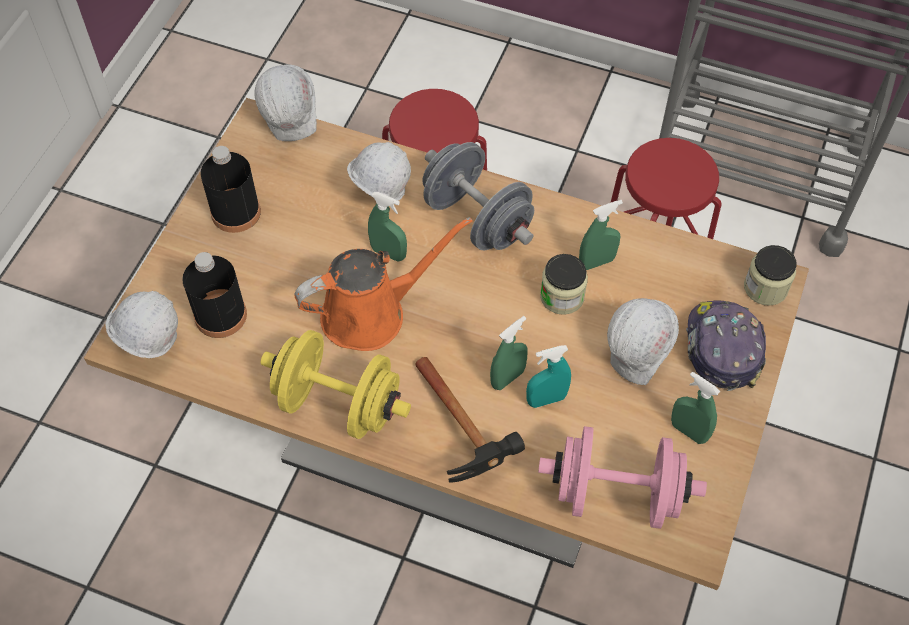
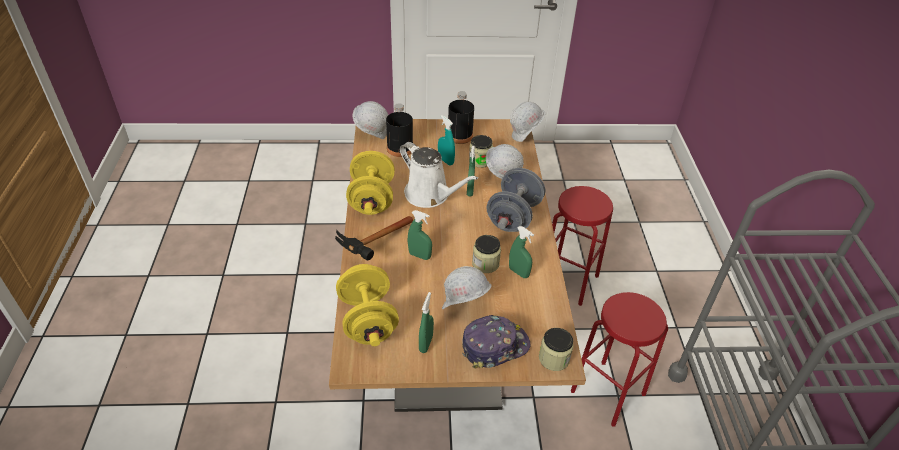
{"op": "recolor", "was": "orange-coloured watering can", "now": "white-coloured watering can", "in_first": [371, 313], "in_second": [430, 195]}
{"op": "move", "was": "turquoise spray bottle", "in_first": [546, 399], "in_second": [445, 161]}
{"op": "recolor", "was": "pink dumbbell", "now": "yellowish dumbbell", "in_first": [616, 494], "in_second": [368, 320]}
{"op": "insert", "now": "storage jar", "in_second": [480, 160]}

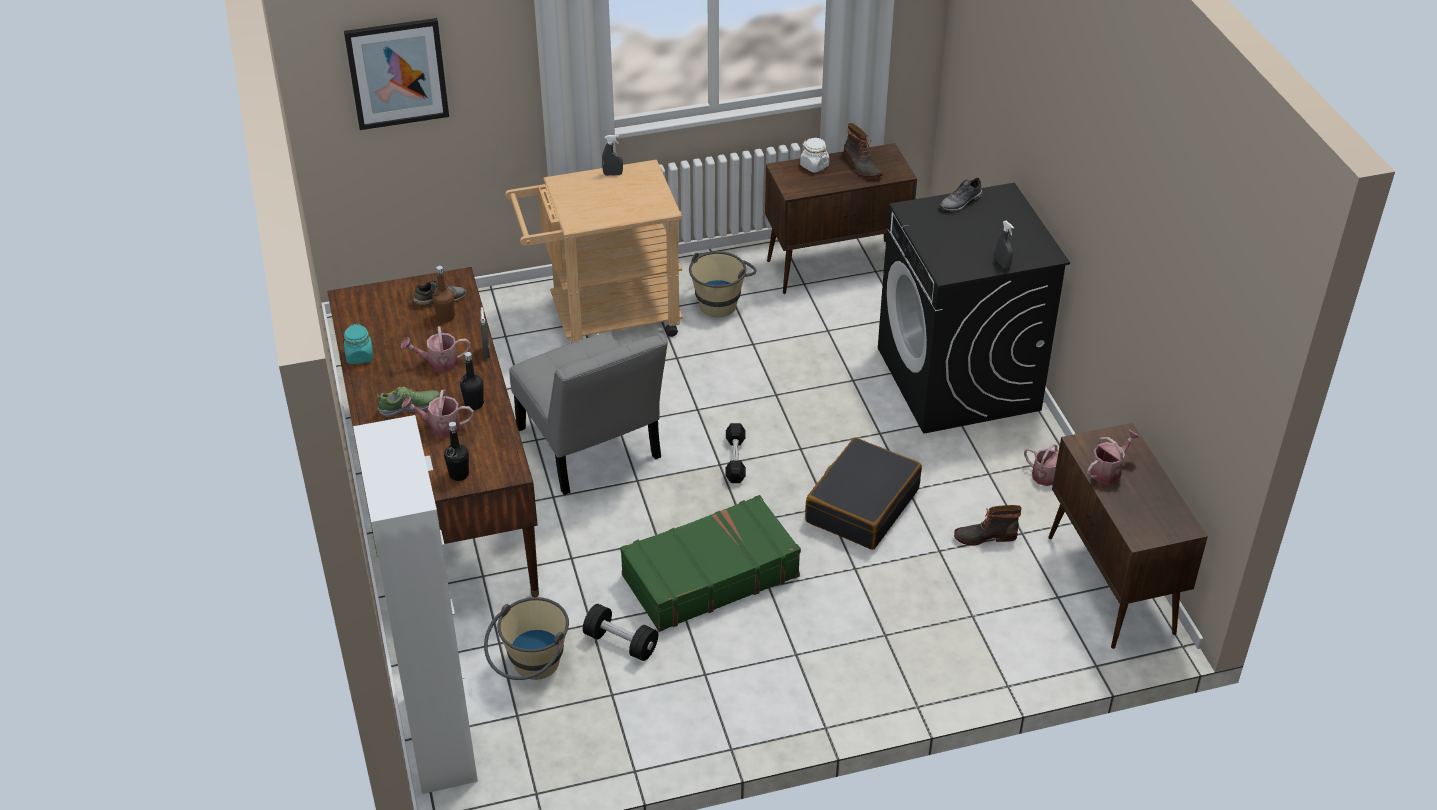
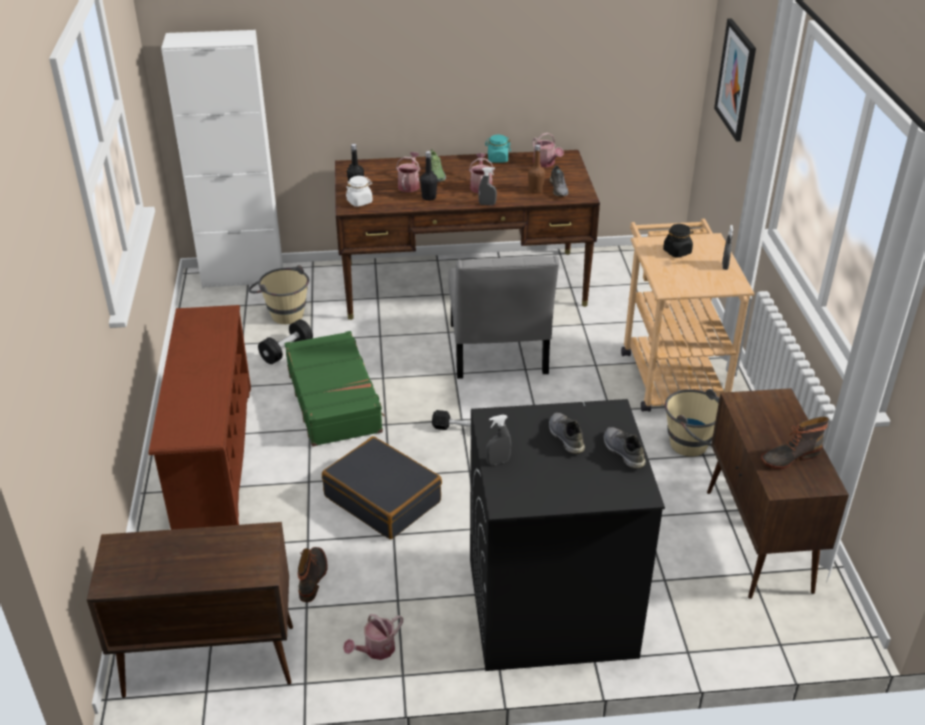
{"op": "move", "was": "white-coloured storage jar", "in_first": [814, 166], "in_second": [359, 202]}
{"op": "rotate", "was": "grey chair", "in_first": [591, 449], "in_second": [498, 353], "clockwise": -75}
{"op": "move", "was": "watering can", "in_first": [1108, 470], "in_second": [545, 164]}
{"op": "insert", "now": "black storage jar", "in_second": [677, 251]}
{"op": "insert", "now": "brown-coloured shoe stand", "in_second": [212, 454]}
{"op": "insert", "now": "grey low shoe", "in_second": [565, 437]}

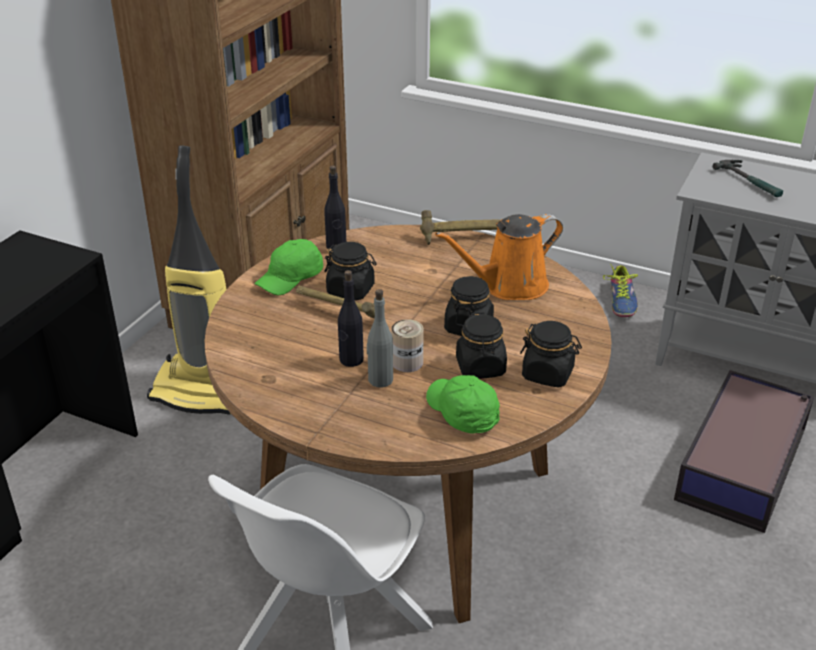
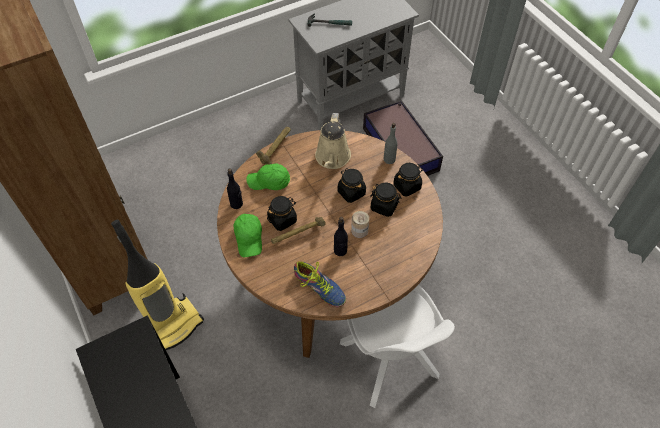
{"op": "recolor", "was": "orange-coloured watering can", "now": "sand-coloured watering can", "in_first": [509, 286], "in_second": [332, 158]}
{"op": "move", "was": "low shoe", "in_first": [622, 301], "in_second": [319, 287]}
{"op": "move", "was": "grey bottle", "in_first": [380, 380], "in_second": [389, 159]}
{"op": "move", "was": "greenish peaked cap", "in_first": [462, 413], "in_second": [269, 182]}

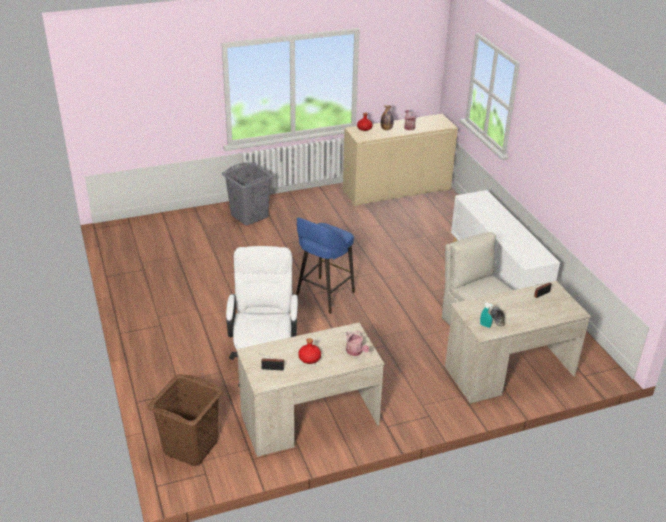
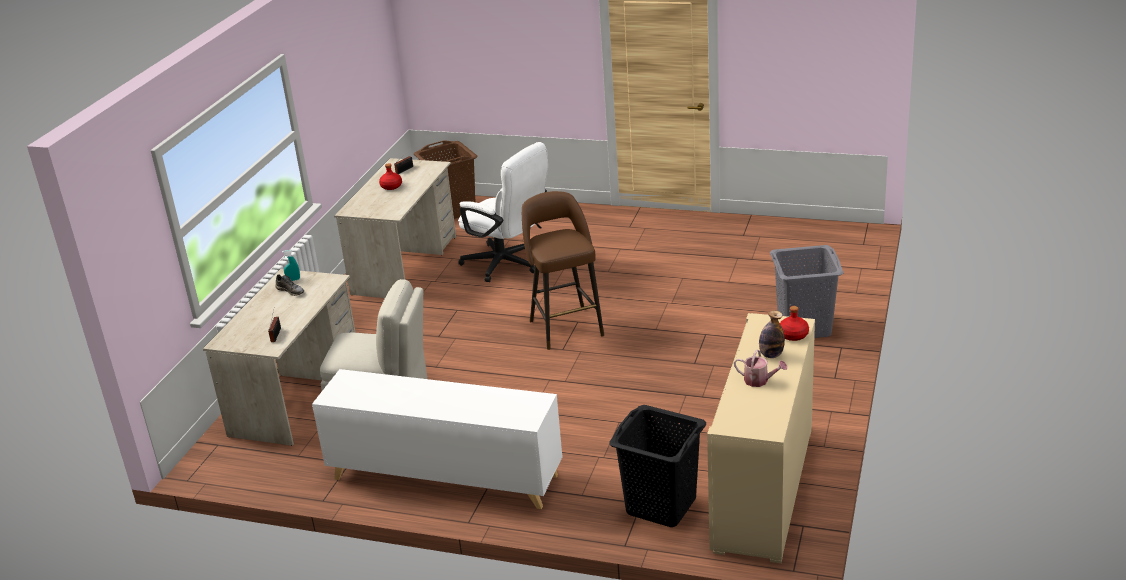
{"op": "recolor", "was": "blue-coloured stool seat", "now": "brown-coloured stool seat", "in_first": [323, 296], "in_second": [565, 327]}
{"op": "delete", "was": "watering can", "in_first": [355, 352]}
{"op": "insert", "now": "black hamper", "in_second": [661, 505]}

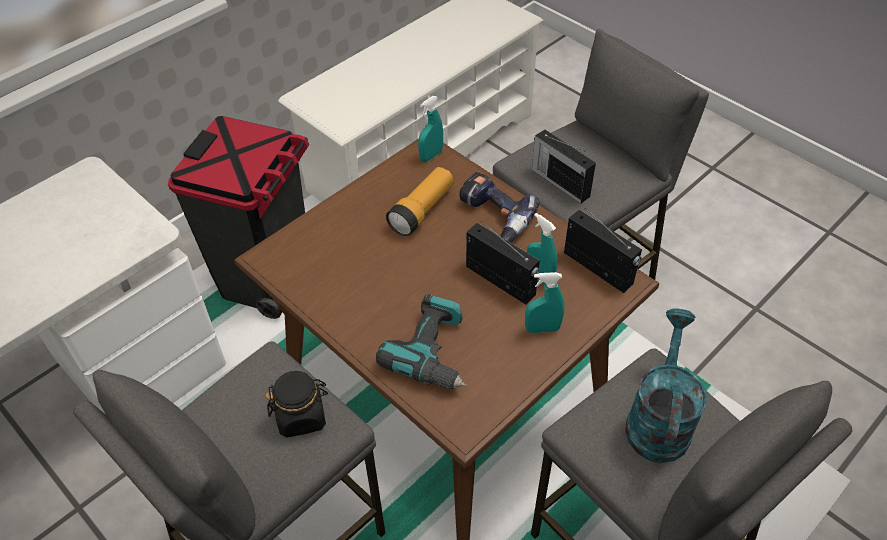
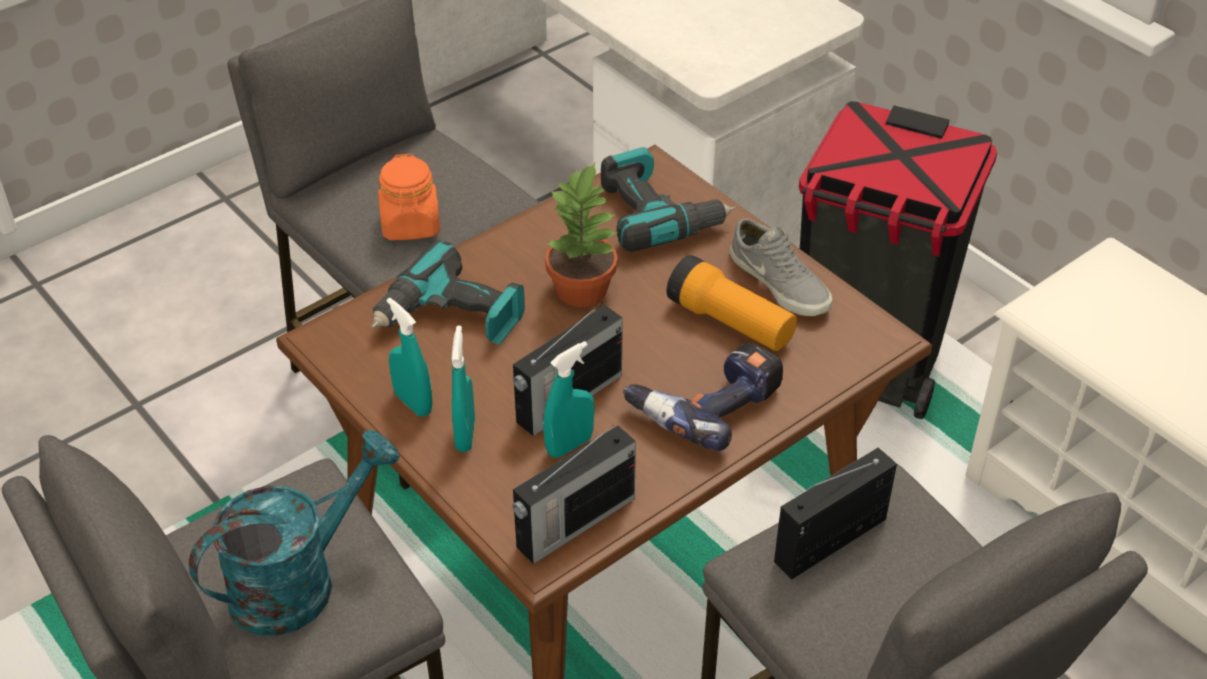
{"op": "move", "was": "turquoise spray bottle", "in_first": [431, 156], "in_second": [413, 403]}
{"op": "rotate", "was": "turquoise watering can", "in_first": [658, 419], "in_second": [299, 580], "clockwise": -60}
{"op": "recolor", "was": "black storage jar", "now": "orange-coloured storage jar", "in_first": [301, 416], "in_second": [411, 224]}
{"op": "insert", "now": "electric drill", "in_second": [658, 214]}
{"op": "insert", "now": "houseplant", "in_second": [583, 290]}
{"op": "insert", "now": "grey low shoe", "in_second": [781, 282]}

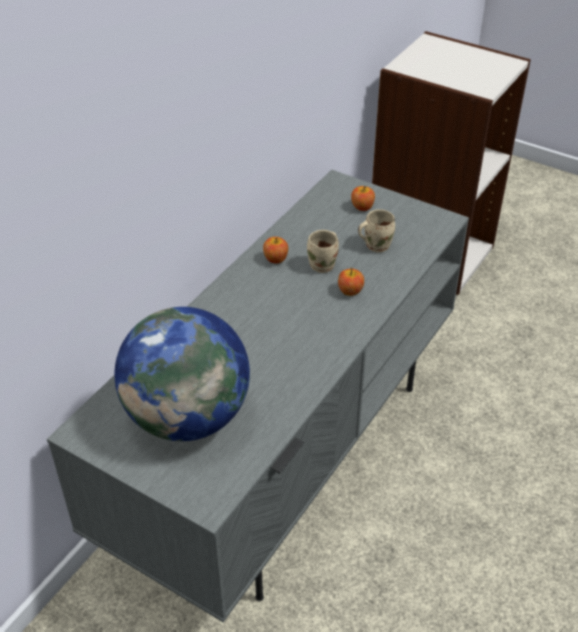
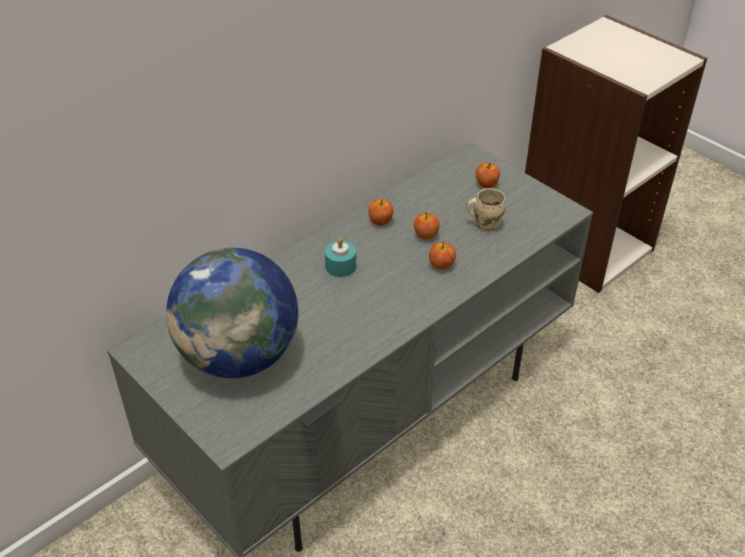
{"op": "replace", "was": "sand-coloured coffee mug", "now": "apple", "in_first": [324, 265], "in_second": [426, 235]}
{"op": "insert", "now": "turquoise wax light", "in_second": [340, 266]}

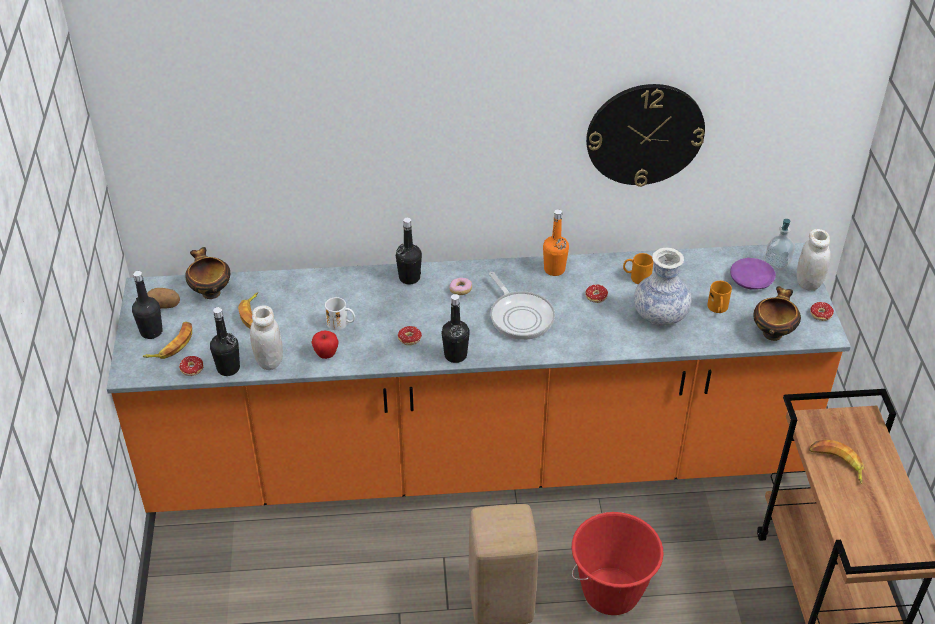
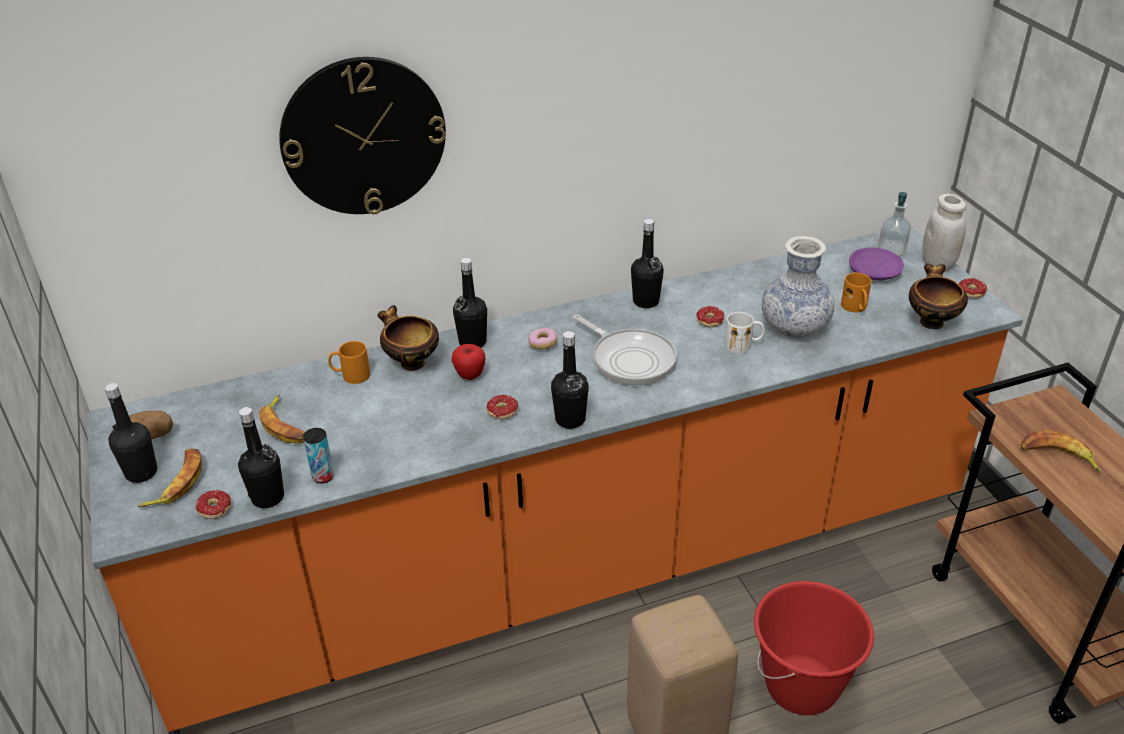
{"op": "move", "was": "clock on the wall", "in_first": [645, 134], "in_second": [363, 137]}
{"op": "recolor", "was": "orange-coloured bottle", "now": "black bottle", "in_first": [554, 269], "in_second": [646, 301]}
{"op": "move", "was": "bowl", "in_first": [210, 292], "in_second": [410, 362]}
{"op": "move", "was": "orange-coloured coffee mug", "in_first": [636, 277], "in_second": [350, 375]}
{"op": "move", "was": "white-coloured coffee mug", "in_first": [341, 323], "in_second": [743, 345]}
{"op": "replace", "was": "white-coloured storage jar", "now": "metal can", "in_first": [269, 361], "in_second": [323, 476]}
{"op": "move", "was": "apple", "in_first": [326, 354], "in_second": [470, 375]}

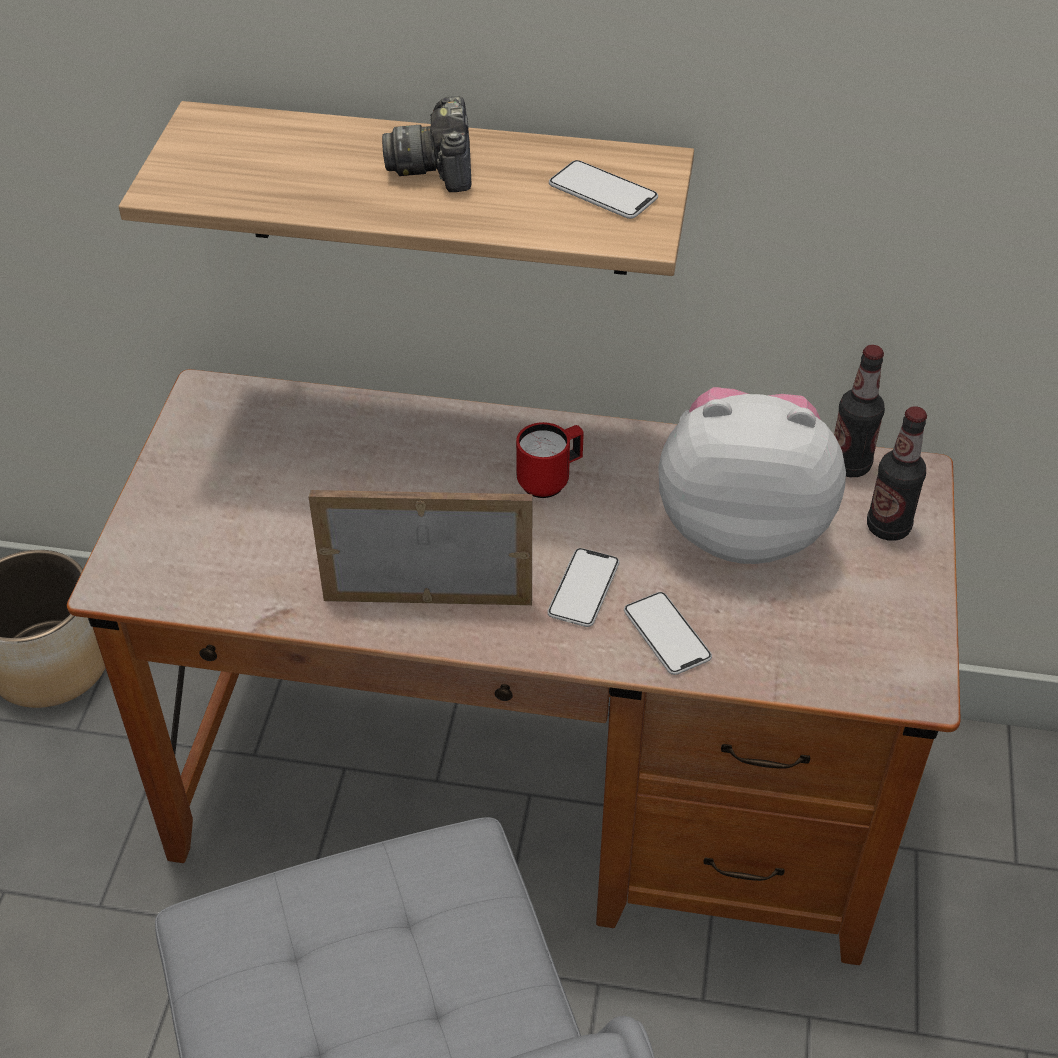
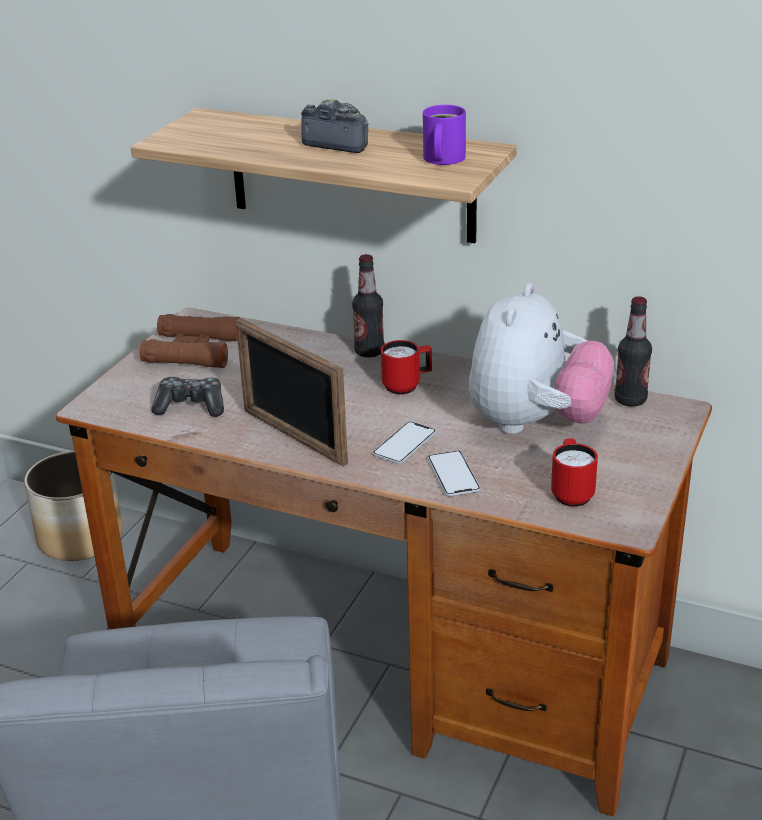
{"op": "rotate", "was": "photo camera", "in_first": [437, 167], "in_second": [339, 142], "clockwise": 105}
{"op": "replace", "was": "handset", "now": "purple-coloured coffee mug", "in_first": [603, 192], "in_second": [441, 159]}
{"op": "rotate", "was": "soft toy", "in_first": [742, 526], "in_second": [535, 424], "clockwise": 90}
{"op": "move", "was": "bottle", "in_first": [888, 527], "in_second": [369, 352]}
{"op": "rotate", "was": "photo frame", "in_first": [428, 598], "in_second": [293, 437], "clockwise": -150}
{"op": "insert", "now": "brown-coloured pair of binoculars", "in_second": [193, 350]}
{"op": "insert", "now": "gamepad", "in_second": [191, 406]}
{"op": "insert", "now": "red-coloured coffee mug", "in_second": [571, 492]}

